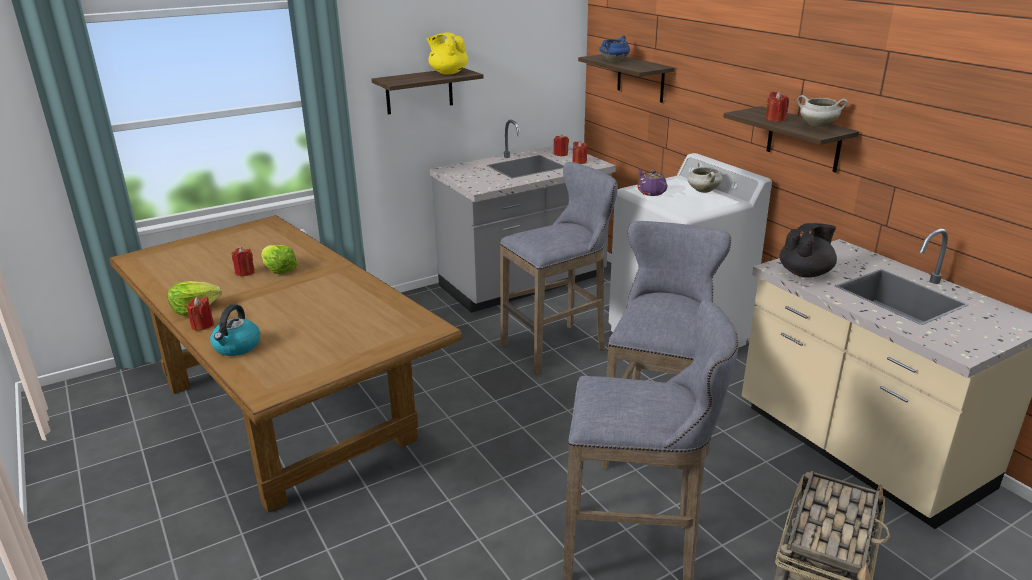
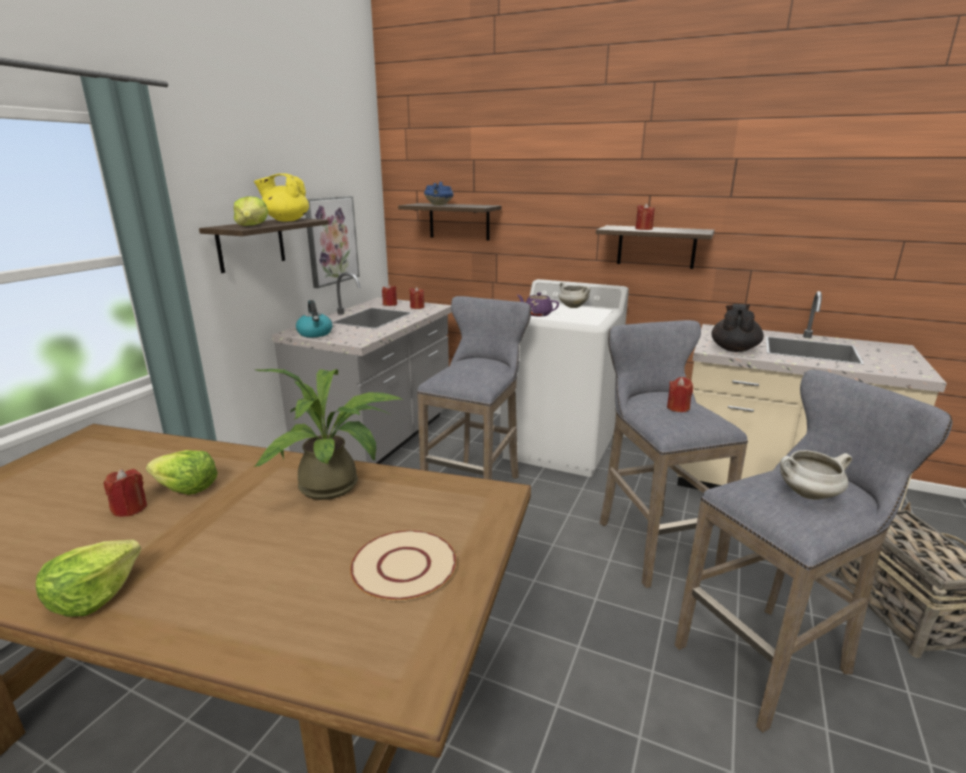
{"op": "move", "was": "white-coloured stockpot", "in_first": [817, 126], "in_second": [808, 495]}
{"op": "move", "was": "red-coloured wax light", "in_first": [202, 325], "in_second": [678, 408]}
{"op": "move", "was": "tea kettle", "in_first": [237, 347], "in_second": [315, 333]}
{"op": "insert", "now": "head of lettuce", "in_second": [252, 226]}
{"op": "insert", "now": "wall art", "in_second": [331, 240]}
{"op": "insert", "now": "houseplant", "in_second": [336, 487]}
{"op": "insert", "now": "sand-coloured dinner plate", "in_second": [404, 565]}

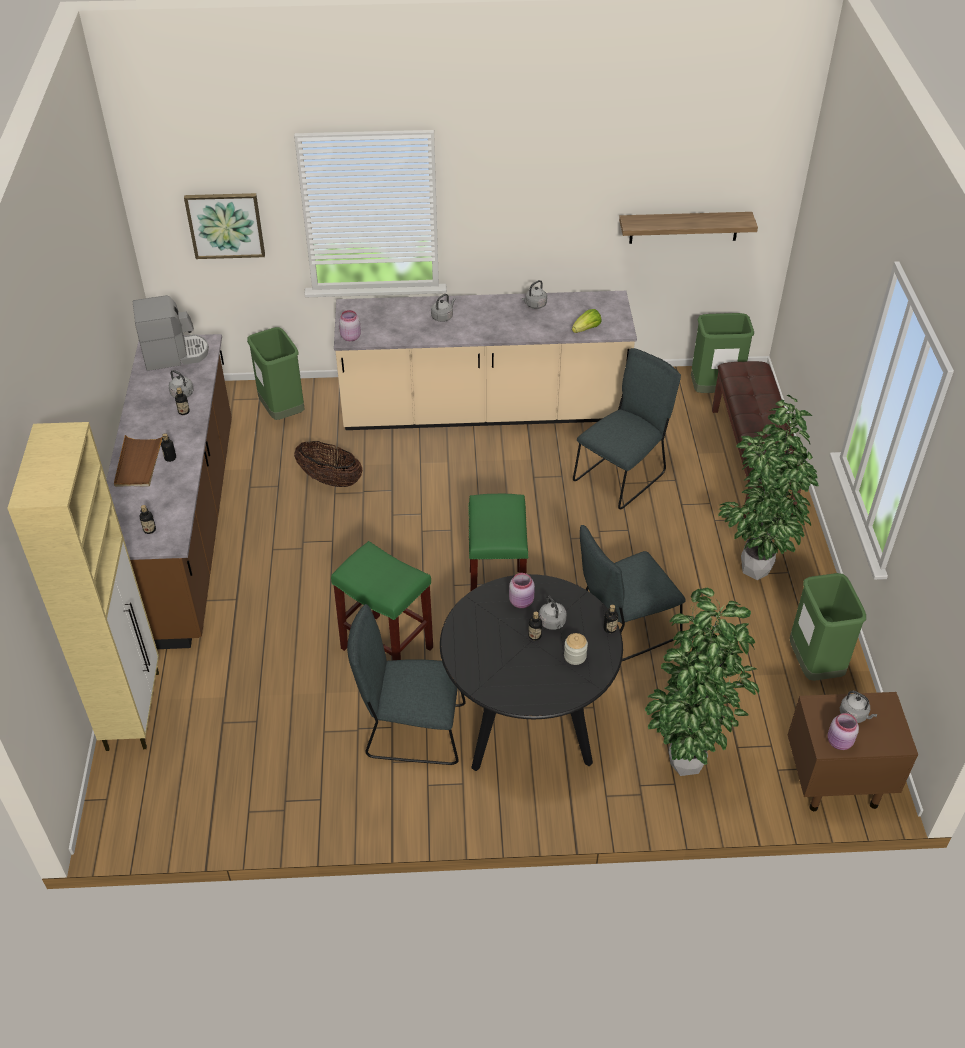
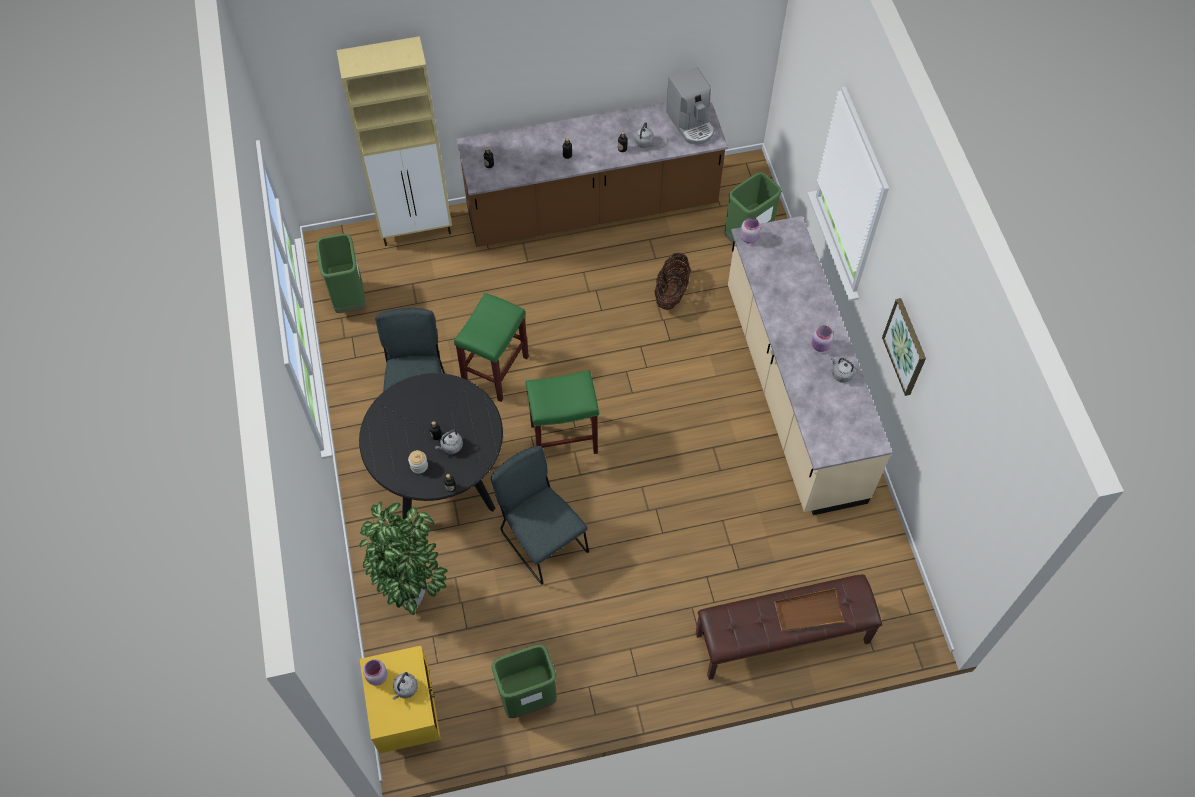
{"op": "move", "was": "wall art", "in_first": [225, 225], "in_second": [905, 346]}
{"op": "delete", "was": "shelf", "in_first": [684, 227]}
{"op": "delete", "was": "grey tea kettle", "in_first": [443, 317]}
{"op": "delete", "was": "head of lettuce", "in_first": [586, 329]}
{"op": "move", "was": "greenish trash can", "in_first": [714, 391], "in_second": [349, 299]}
{"op": "delete", "was": "grey chair", "in_first": [622, 475]}
{"op": "delete", "was": "houseplant", "in_first": [751, 570]}
{"op": "move", "was": "brown-coloured serving tray", "in_first": [139, 463], "in_second": [808, 612]}
{"op": "move", "was": "pink storage jar", "in_first": [522, 601], "in_second": [820, 346]}
{"op": "recolor", "was": "brown-coloured nightstand", "now": "yellowish nightstand", "in_first": [835, 782], "in_second": [407, 714]}

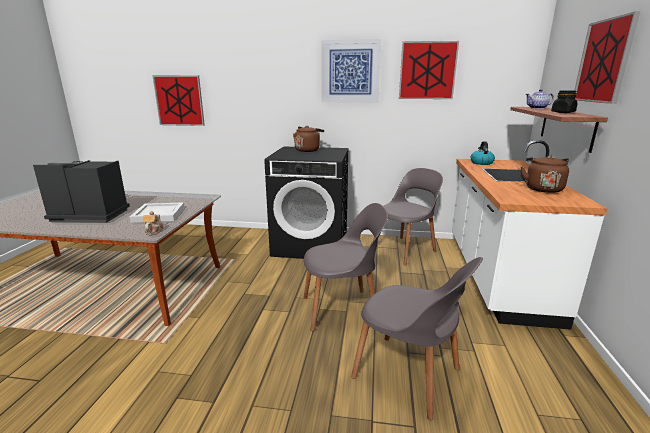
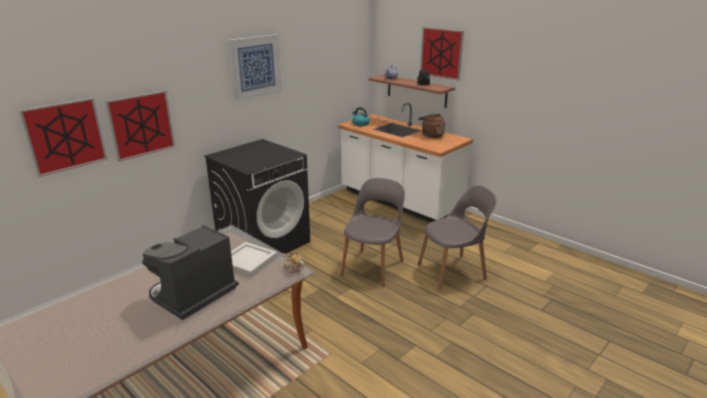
{"op": "move", "was": "wall art", "in_first": [427, 70], "in_second": [141, 125]}
{"op": "delete", "was": "brown-coloured tea kettle", "in_first": [308, 150]}
{"op": "delete", "was": "grey chair", "in_first": [404, 250]}

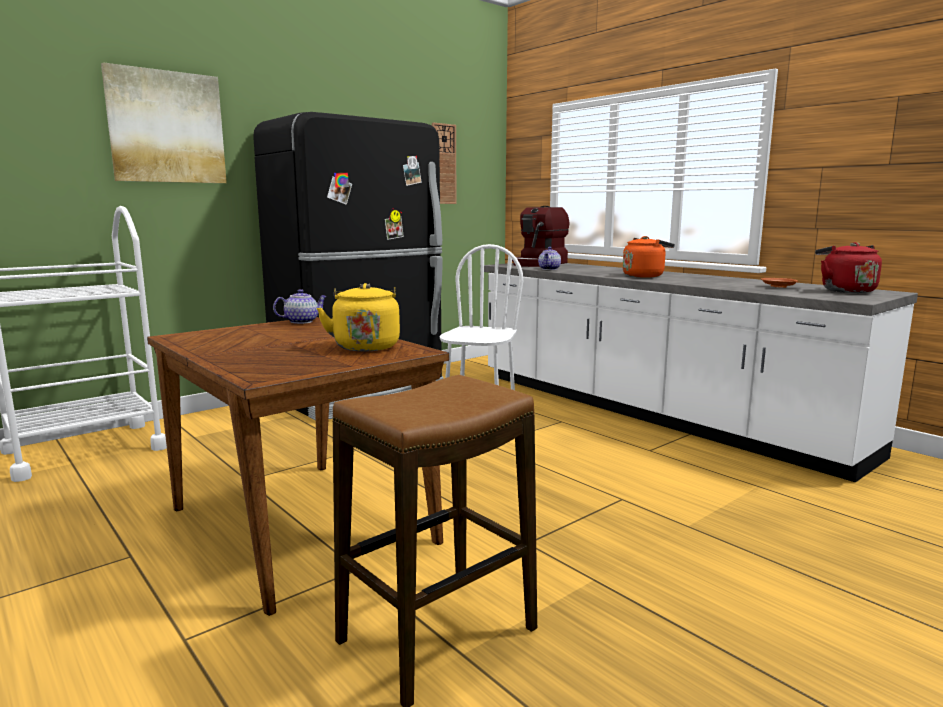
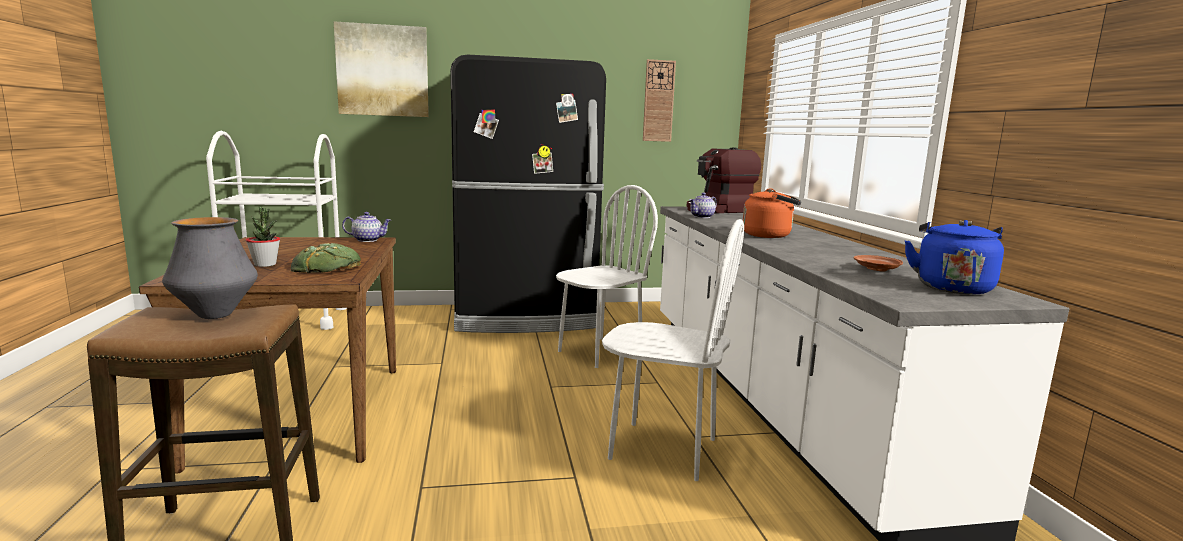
{"op": "recolor", "was": "red-coloured tea kettle", "now": "blue-coloured tea kettle", "in_first": [845, 291], "in_second": [951, 287]}
{"op": "replace", "was": "yellowish tea kettle", "now": "bakery bread", "in_first": [366, 346], "in_second": [327, 267]}
{"op": "insert", "now": "houseplant", "in_second": [265, 264]}
{"op": "insert", "now": "flower vase", "in_second": [215, 315]}
{"op": "insert", "now": "white-coloured chair", "in_second": [662, 449]}

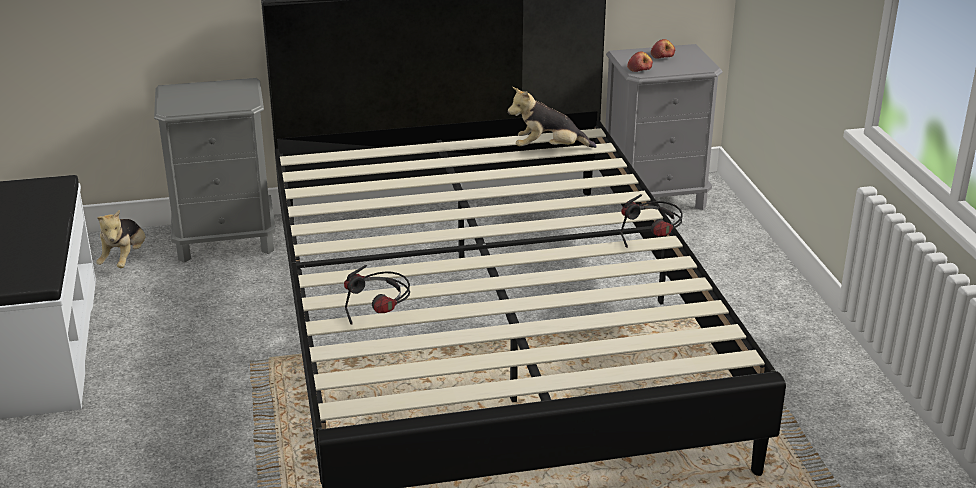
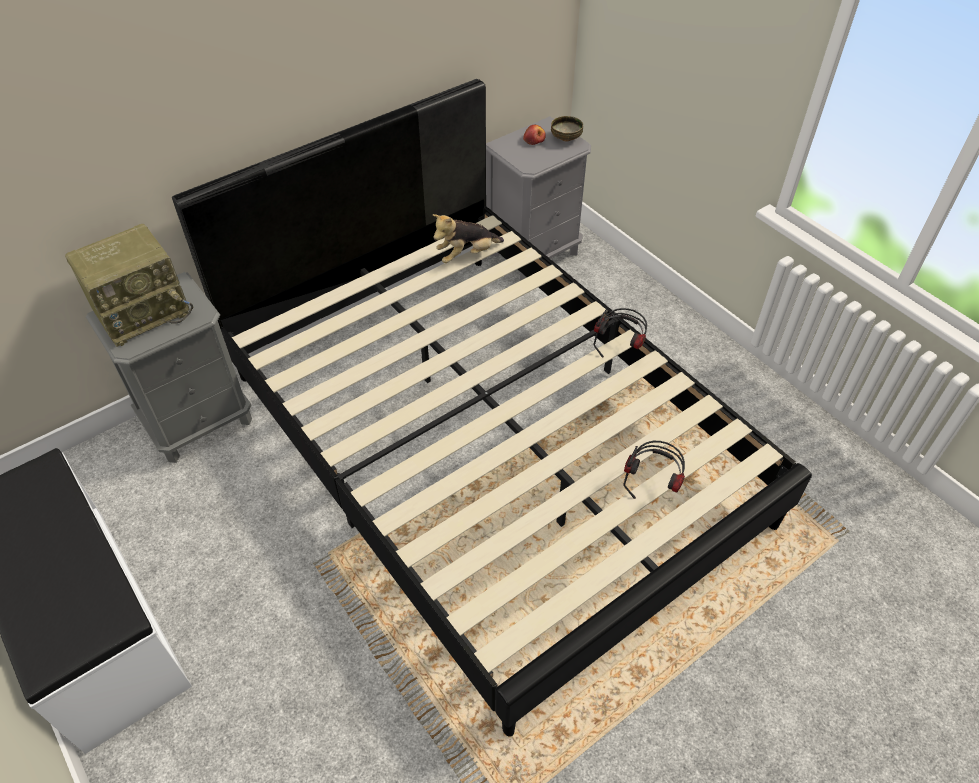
{"op": "delete", "was": "apple", "in_first": [639, 69]}
{"op": "delete", "was": "soft toy", "in_first": [125, 259]}
{"op": "move", "was": "headphones", "in_first": [381, 319], "in_second": [653, 483]}
{"op": "insert", "now": "bowl", "in_second": [566, 138]}
{"op": "insert", "now": "radio set", "in_second": [143, 311]}

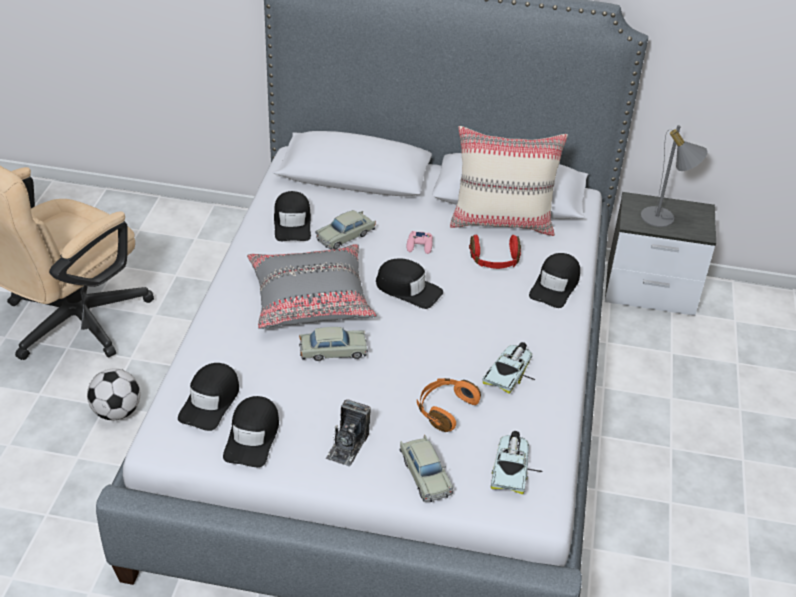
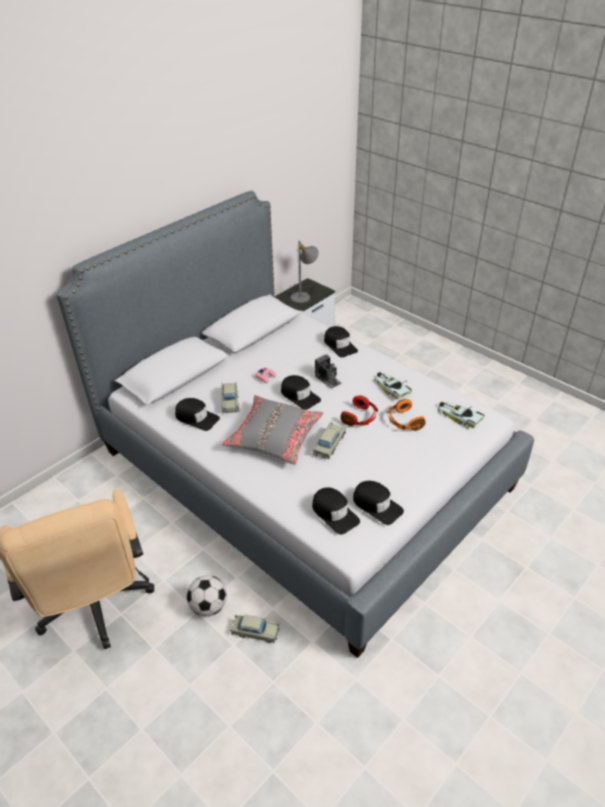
{"op": "delete", "was": "sand-coloured throw pillow", "in_first": [502, 221]}
{"op": "move", "was": "red-coloured headphones", "in_first": [494, 260], "in_second": [360, 418]}
{"op": "rotate", "was": "black peaked cap", "in_first": [408, 289], "in_second": [299, 396], "clockwise": 75}
{"op": "move", "was": "photo camera", "in_first": [347, 446], "in_second": [328, 379]}
{"op": "move", "was": "sand-coloured toy car", "in_first": [425, 474], "in_second": [255, 631]}

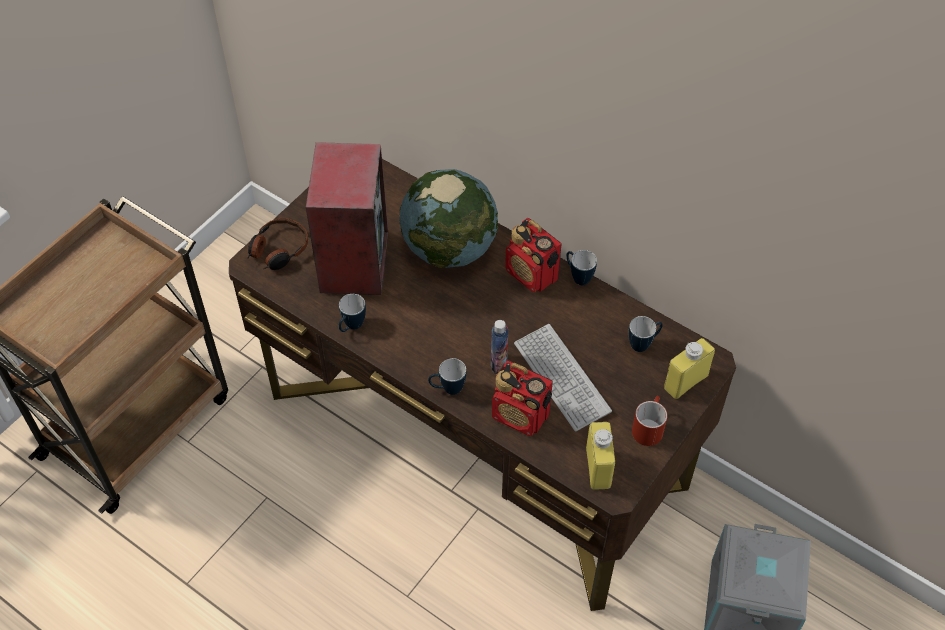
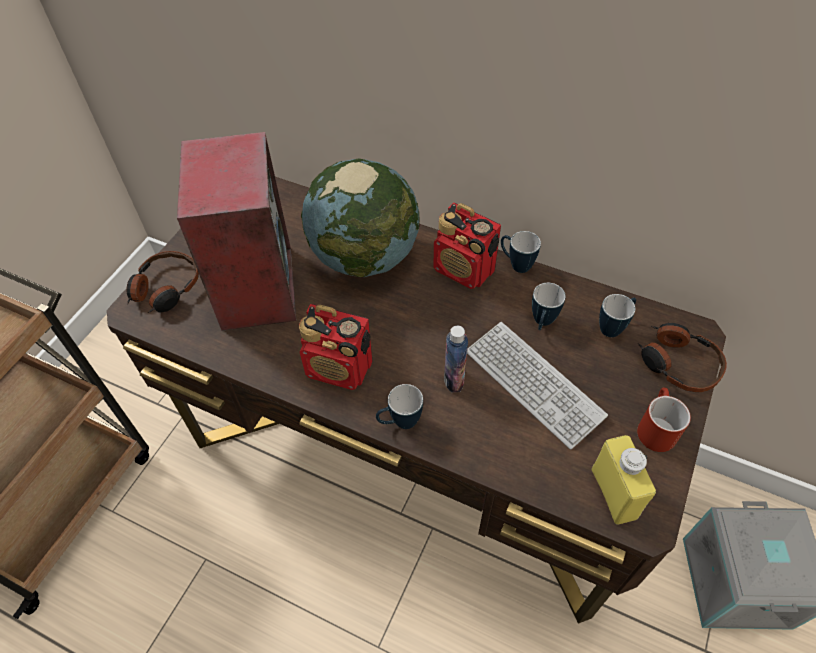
{"op": "move", "was": "coffee mug", "in_first": [351, 327], "in_second": [542, 323]}
{"op": "replace", "was": "yellowish bottle", "now": "headphones", "in_first": [685, 382], "in_second": [677, 363]}
{"op": "move", "was": "radio set", "in_first": [521, 416], "in_second": [340, 369]}

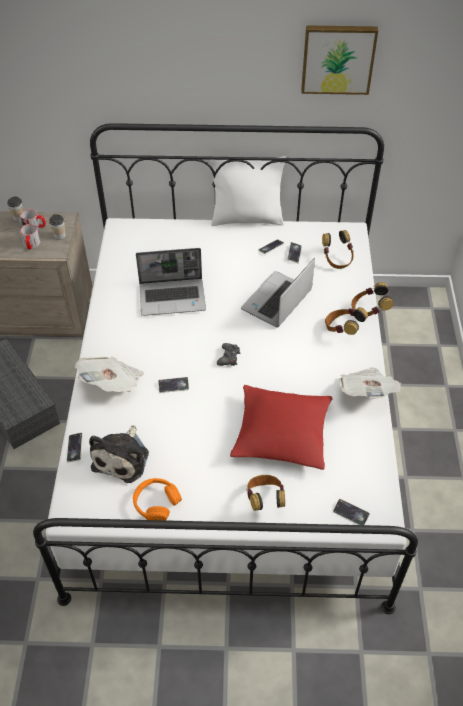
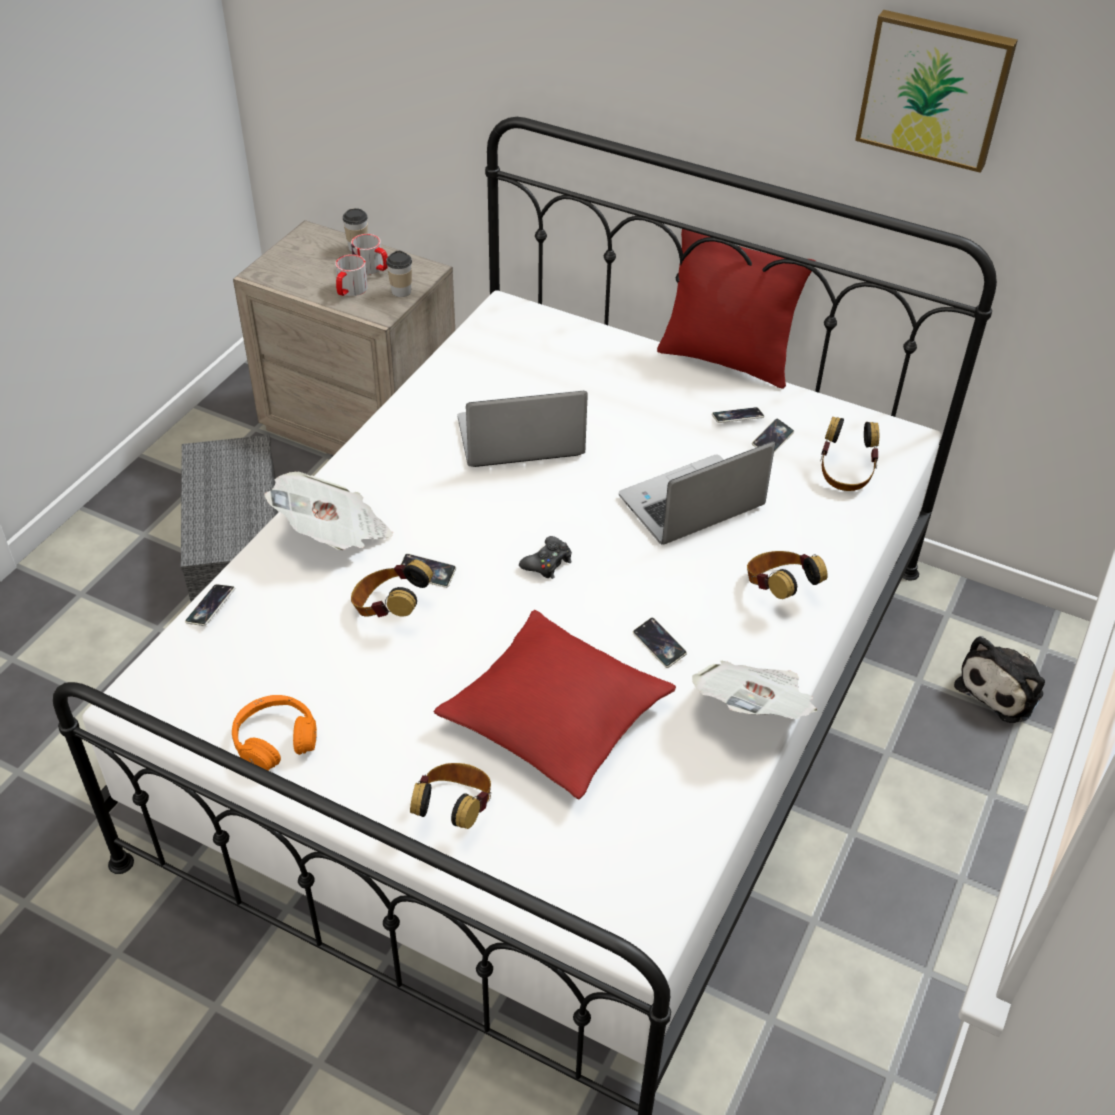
{"op": "recolor", "was": "white-coloured throw pillow", "now": "red-coloured throw pillow", "in_first": [247, 219], "in_second": [726, 360]}
{"op": "rotate", "was": "portable computer", "in_first": [173, 297], "in_second": [519, 439], "clockwise": 150}
{"op": "move", "was": "headphones", "in_first": [368, 310], "in_second": [390, 609]}
{"op": "move", "was": "soft toy", "in_first": [122, 457], "in_second": [1002, 688]}
{"op": "move", "was": "handset", "in_first": [351, 513], "in_second": [659, 645]}

